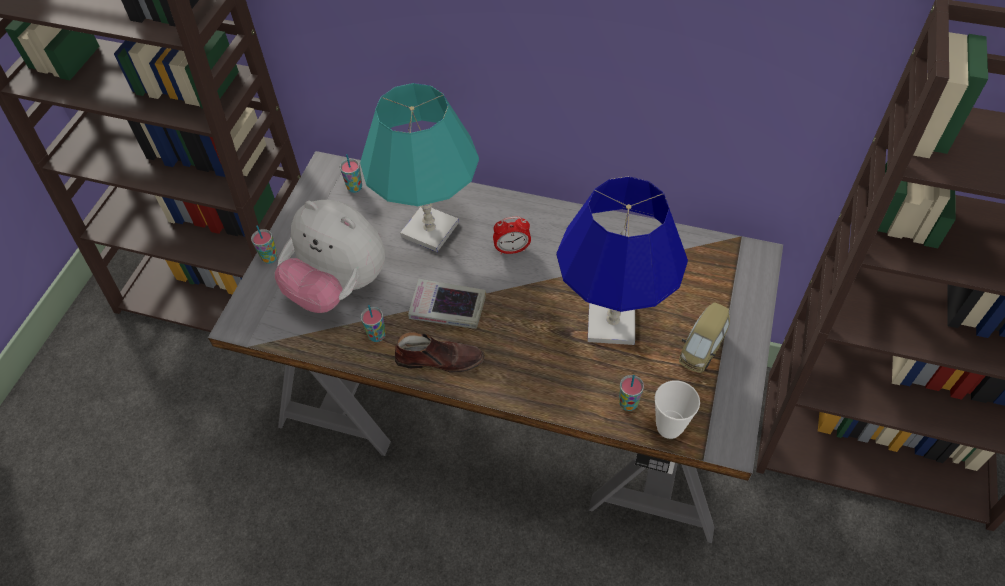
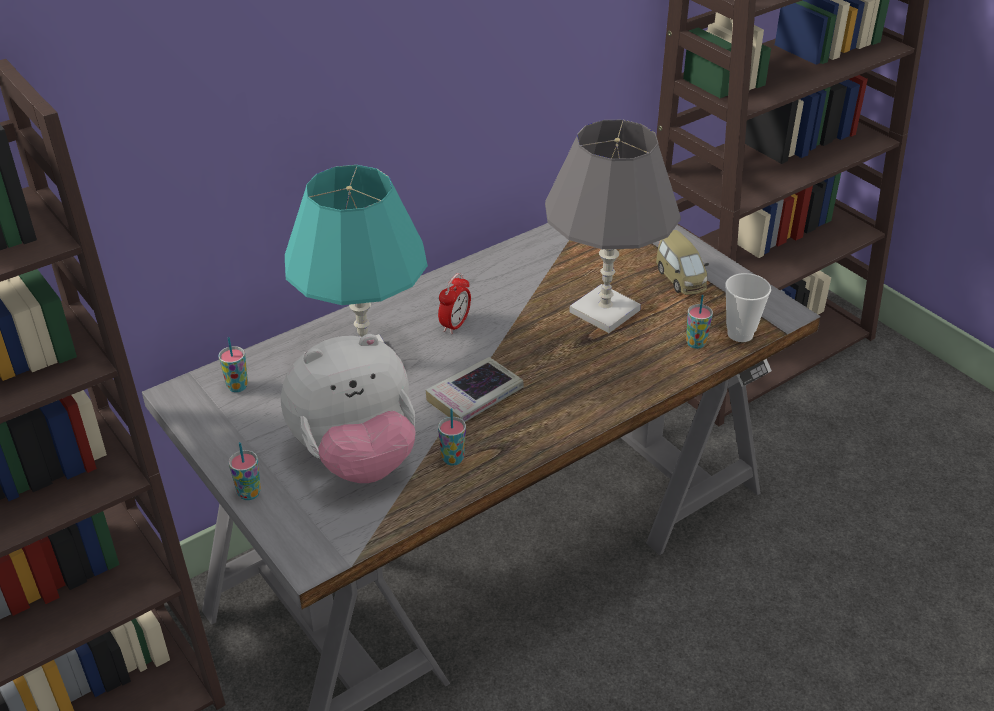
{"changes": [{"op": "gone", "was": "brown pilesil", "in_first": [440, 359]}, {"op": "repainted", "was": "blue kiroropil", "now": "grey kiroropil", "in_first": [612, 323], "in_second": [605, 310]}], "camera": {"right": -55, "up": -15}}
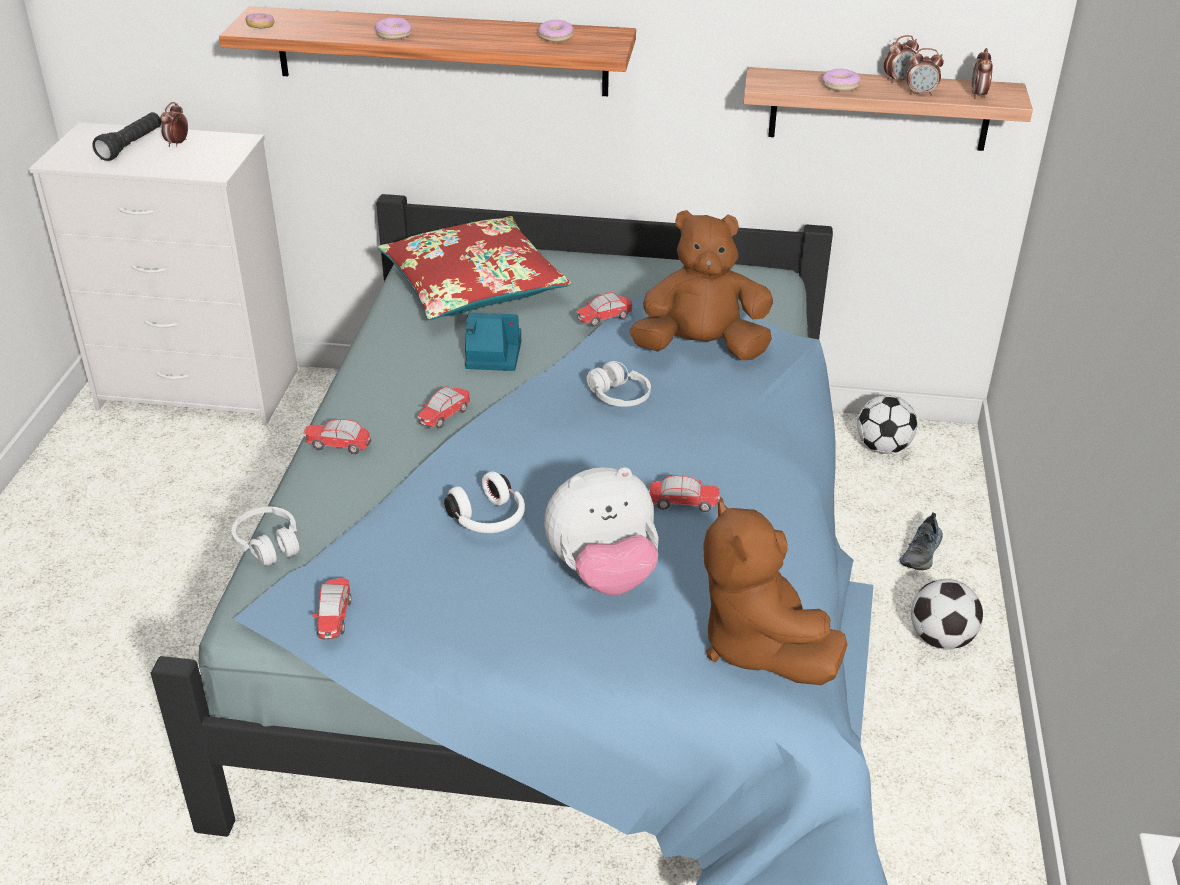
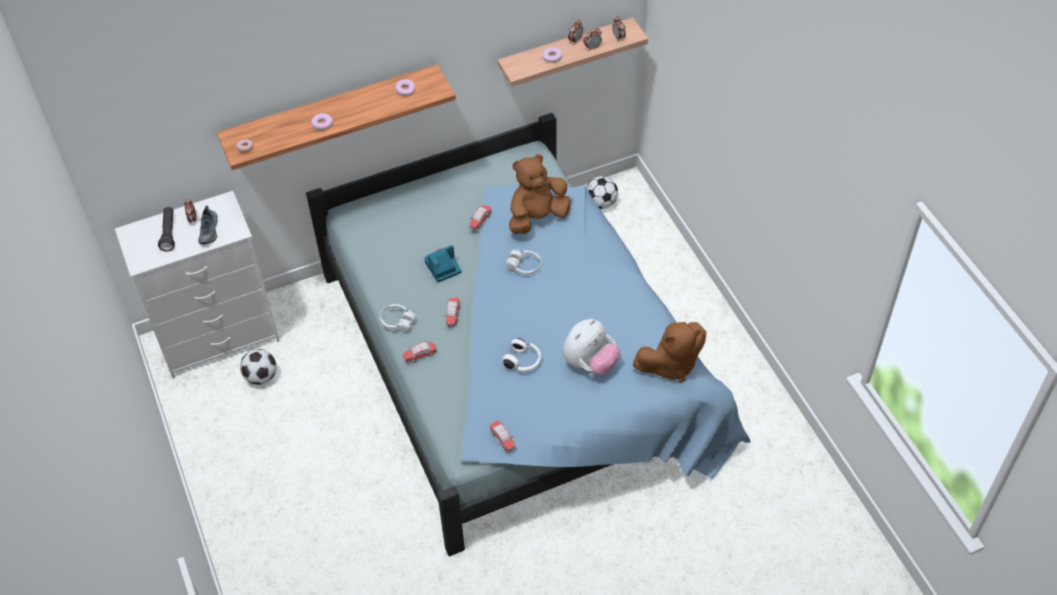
{"changes": [{"op": "gone", "was": "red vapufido", "in_first": [473, 286]}, {"op": "gone", "was": "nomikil", "in_first": [682, 504]}, {"op": "shifted", "was": "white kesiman", "in_first": [268, 544], "in_second": [398, 322]}, {"op": "shifted", "was": "pilesil", "in_first": [922, 553], "in_second": [209, 230]}, {"op": "shifted", "was": "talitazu", "in_first": [941, 638], "in_second": [261, 376]}, {"op": "rotated", "was": "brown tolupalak", "in_first": [758, 645], "in_second": [670, 364], "clockwise": -60}], "camera": {"right": -30, "up": 15}}
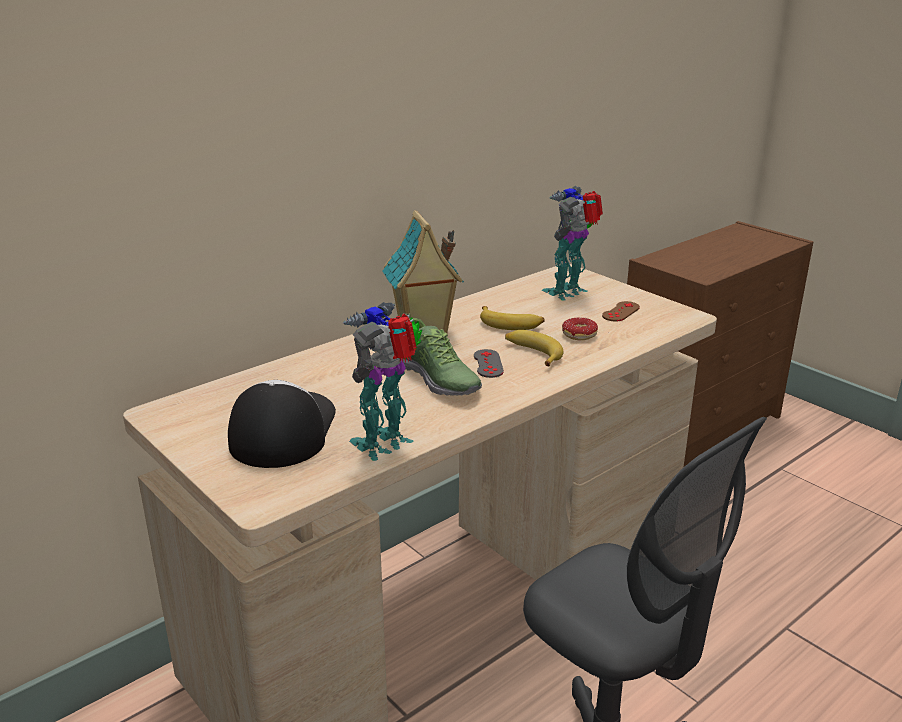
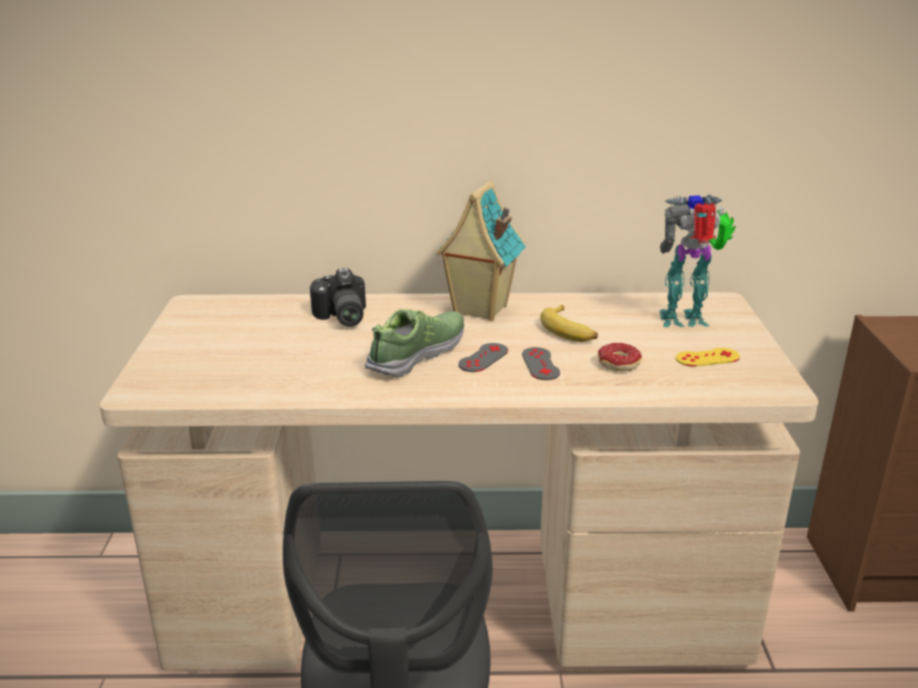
{"changes": [{"op": "gone", "was": "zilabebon", "in_first": [282, 430]}, {"op": "gone", "was": "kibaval", "in_first": [386, 444]}, {"op": "new", "now": "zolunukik", "in_second": [340, 317]}, {"op": "swapped", "was": "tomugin", "now": "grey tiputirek", "in_first": [532, 353], "in_second": [540, 364]}, {"op": "repainted", "was": "brown tiputirek", "now": "yellow tiputirek", "in_first": [620, 312], "in_second": [707, 358]}, {"op": "rotated", "was": "pilesil", "in_first": [438, 379], "in_second": [418, 354], "clockwise": -150}], "camera": {"right": 40, "up": 0}}
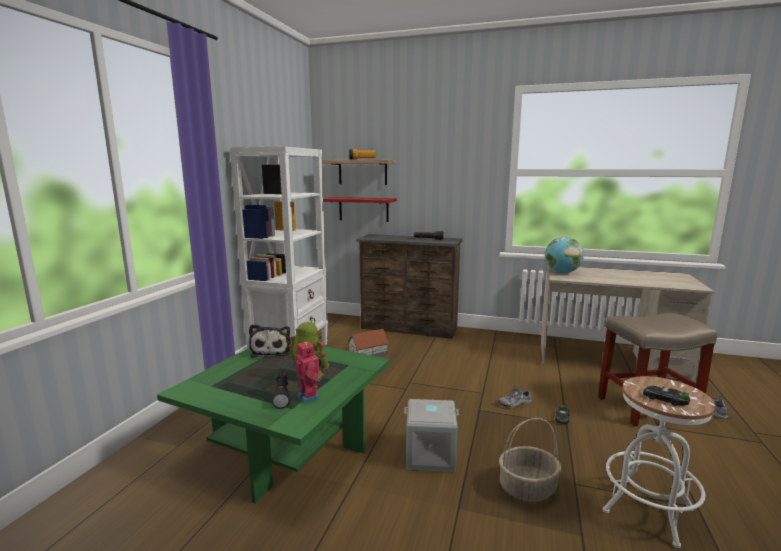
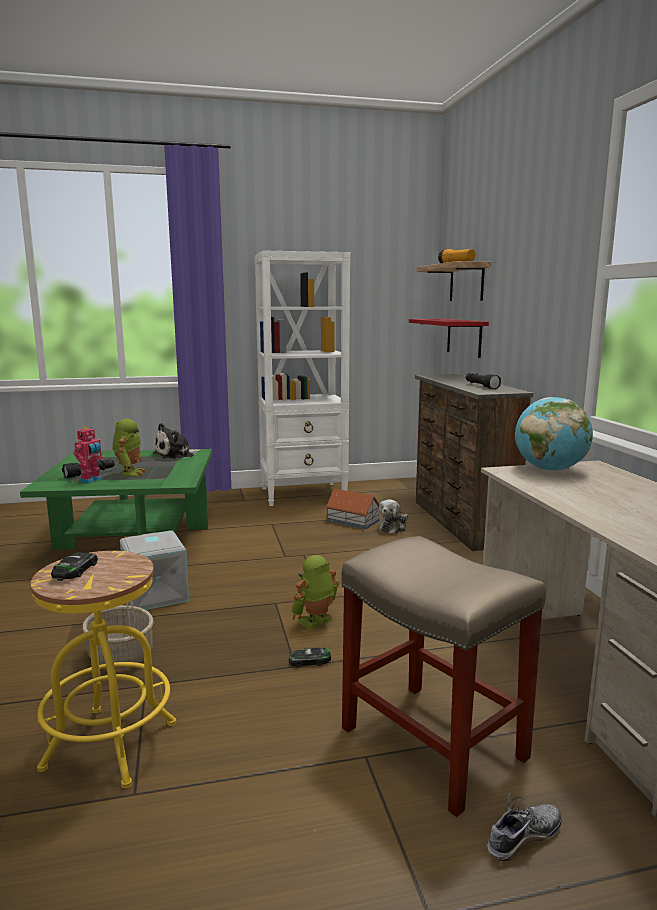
{"changes": [{"op": "new", "now": "tolupalak", "in_second": [394, 527]}, {"op": "swapped", "was": "pilesil", "now": "kibaval", "in_first": [514, 403], "in_second": [316, 622]}, {"op": "repainted", "was": "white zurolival", "now": "yellow zurolival", "in_first": [647, 510], "in_second": [110, 745]}], "camera": {"right": 60, "up": 0}}
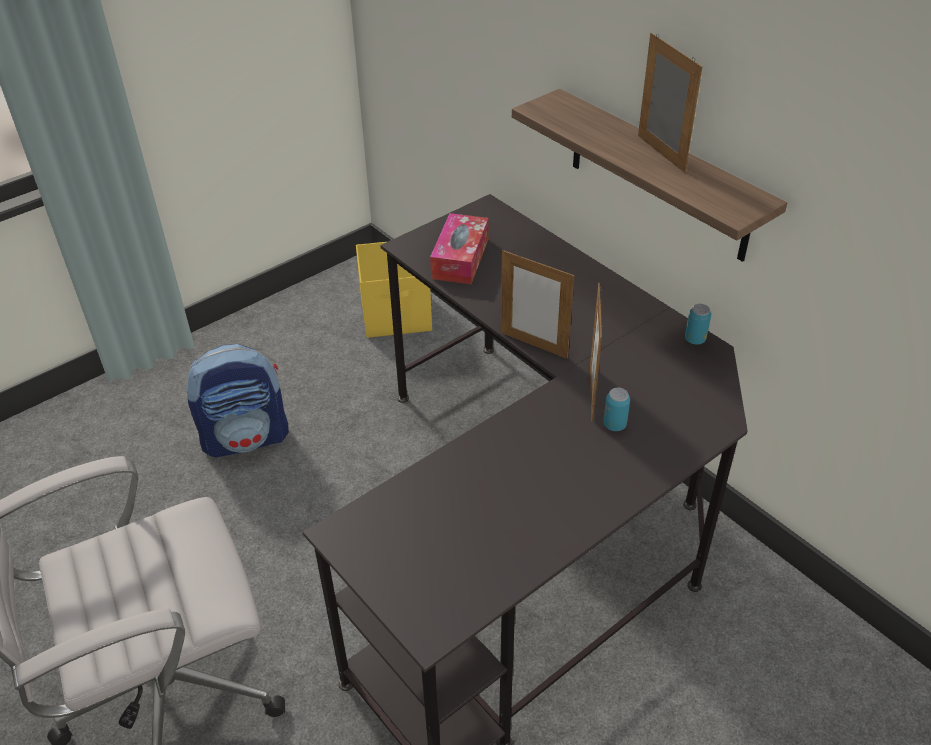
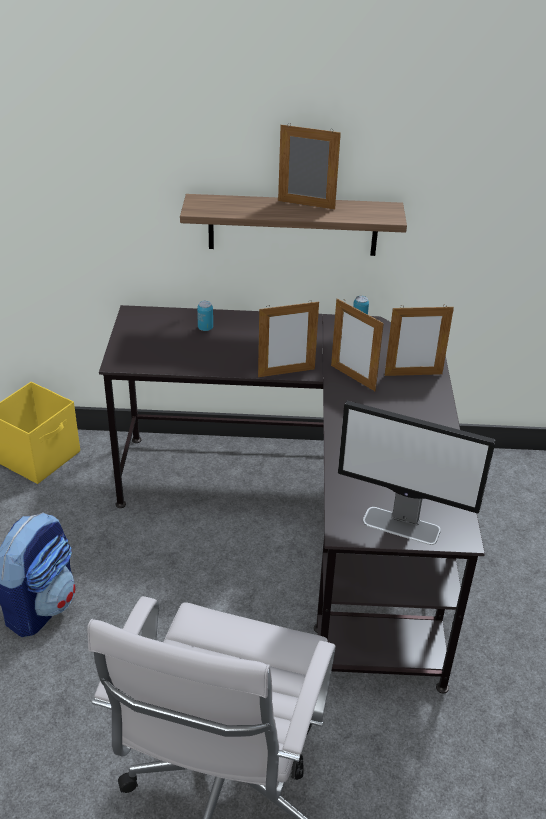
{"changes": [{"op": "gone", "was": "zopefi", "in_first": [460, 258]}, {"op": "new", "now": "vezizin", "in_second": [402, 526]}, {"op": "new", "now": "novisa", "in_second": [413, 374]}, {"op": "shifted", "was": "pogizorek", "in_first": [614, 425], "in_second": [205, 328]}], "camera": {"right": -50, "up": -5}}
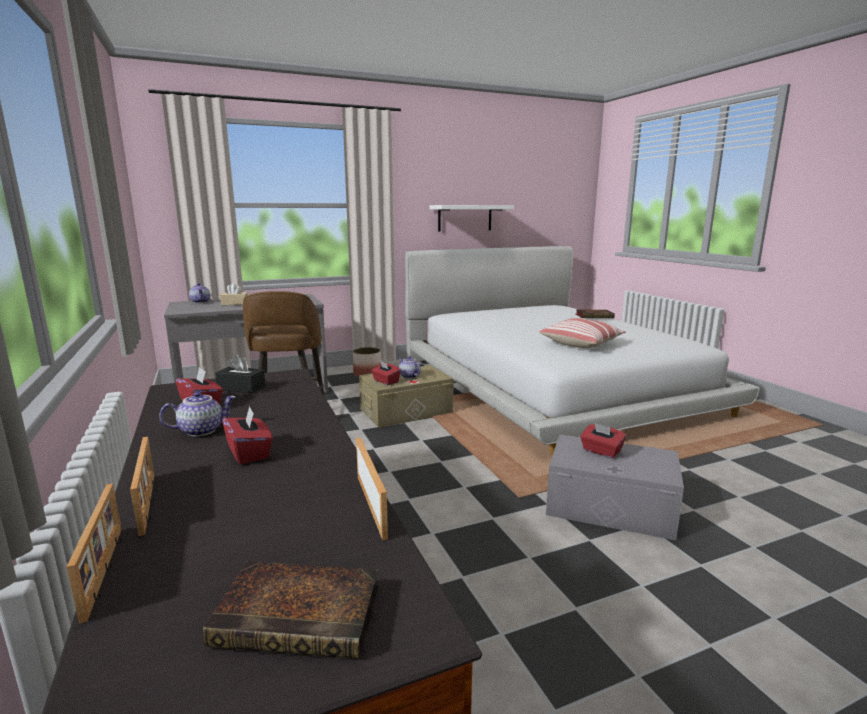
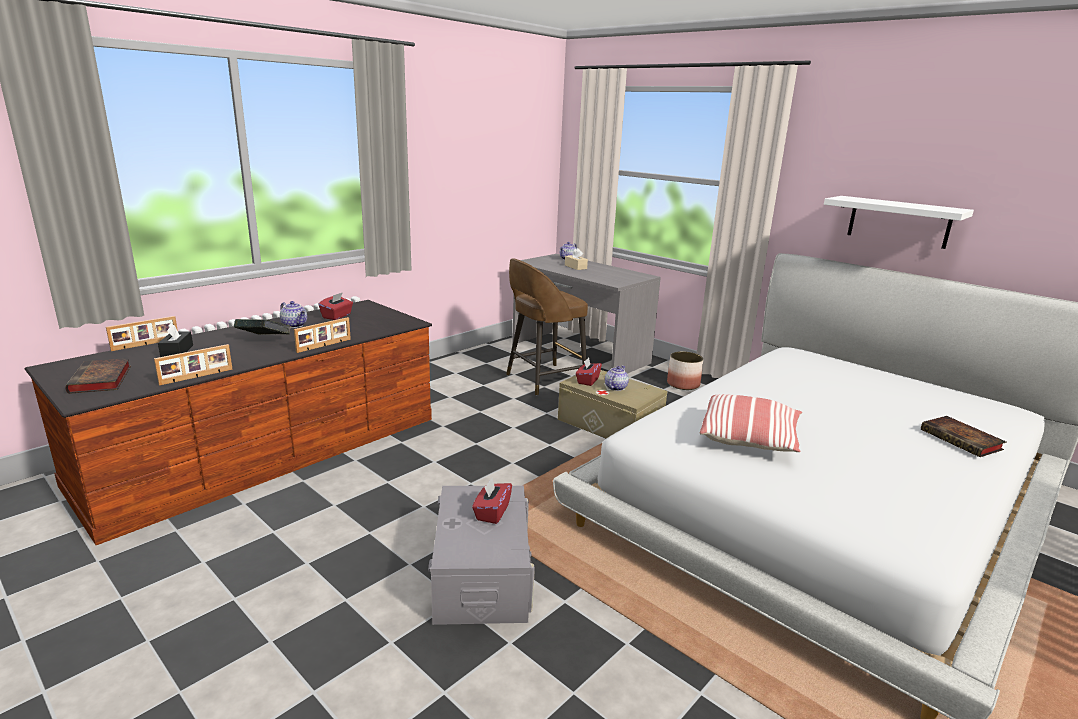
{"changes": [{"op": "shifted", "was": "novisa", "in_first": [149, 502], "in_second": [324, 346]}, {"op": "shifted", "was": "black zopefi", "in_first": [241, 388], "in_second": [177, 351]}, {"op": "swapped", "was": "red zopefi", "now": "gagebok", "in_first": [249, 452], "in_second": [264, 341]}], "camera": {"right": 65, "up": 5}}
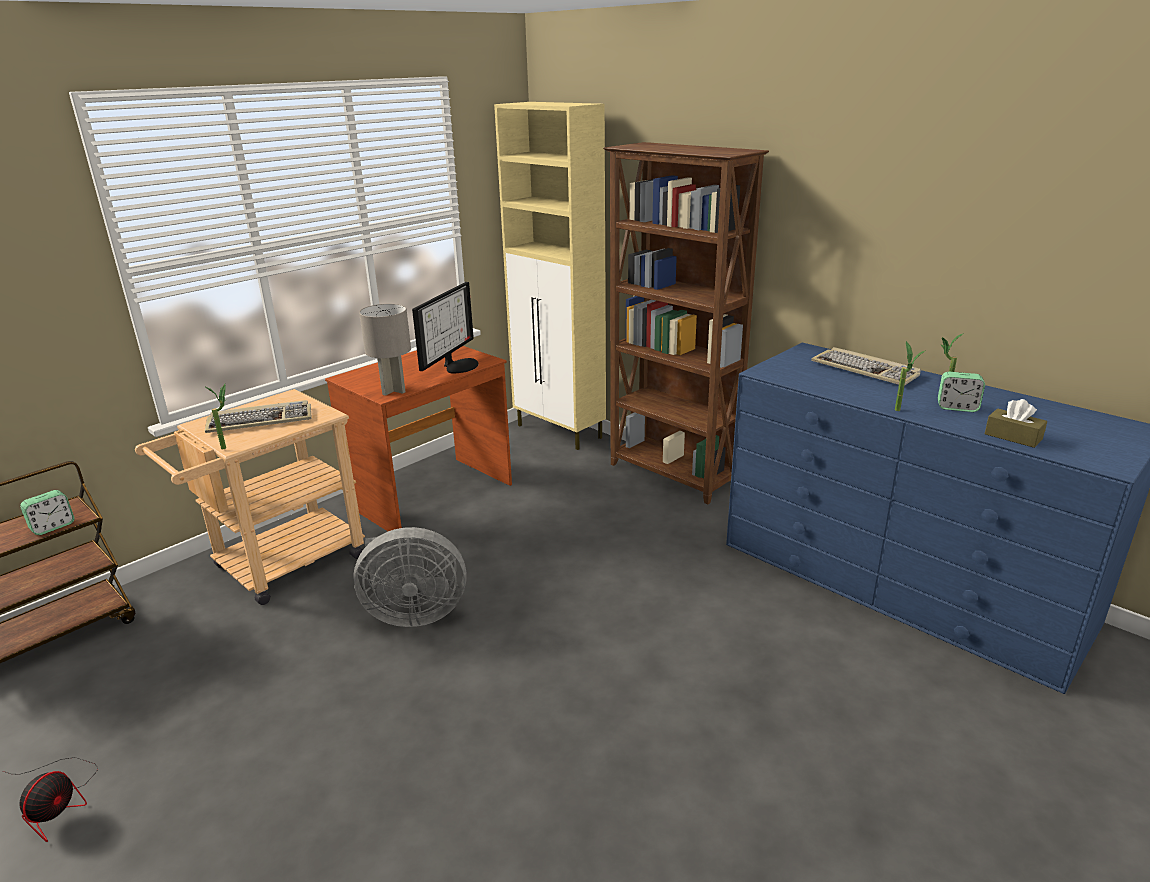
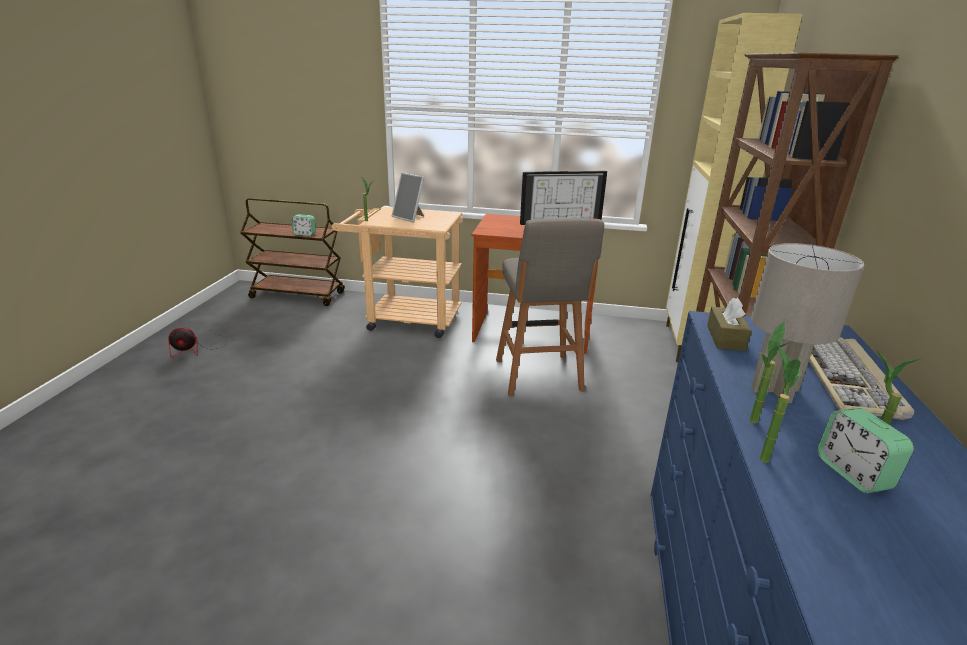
{"changes": [{"op": "gone", "was": "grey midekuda", "in_first": [413, 613]}, {"op": "new", "now": "grey zurolival", "in_second": [539, 377]}, {"op": "new", "now": "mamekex", "in_second": [762, 454]}, {"op": "shifted", "was": "grey kiroropil", "in_first": [393, 390], "in_second": [774, 390]}, {"op": "shifted", "was": "brown zopefi", "in_first": [1013, 437], "in_second": [725, 338]}, {"op": "swapped", "was": "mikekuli", "now": "novisa", "in_first": [261, 420], "in_second": [410, 218]}], "camera": {"right": 55, "up": 0}}
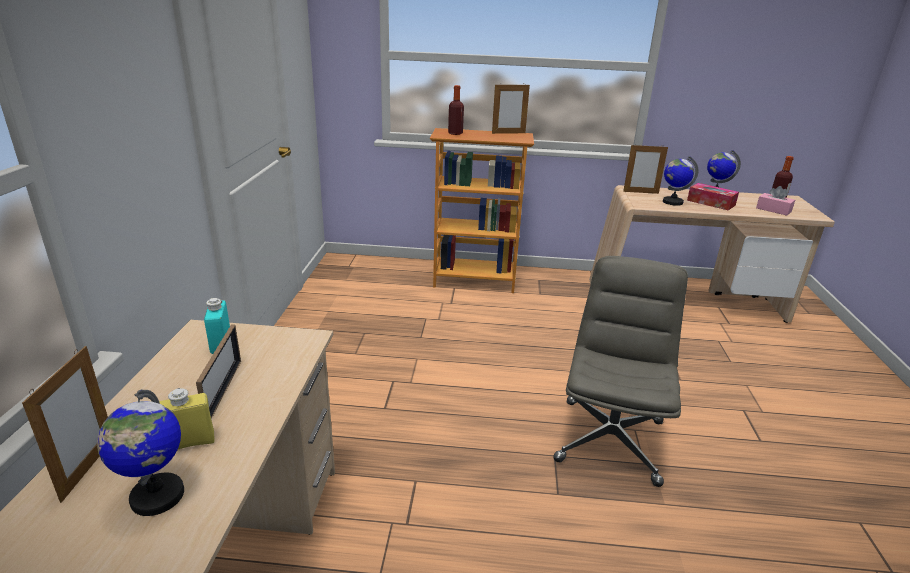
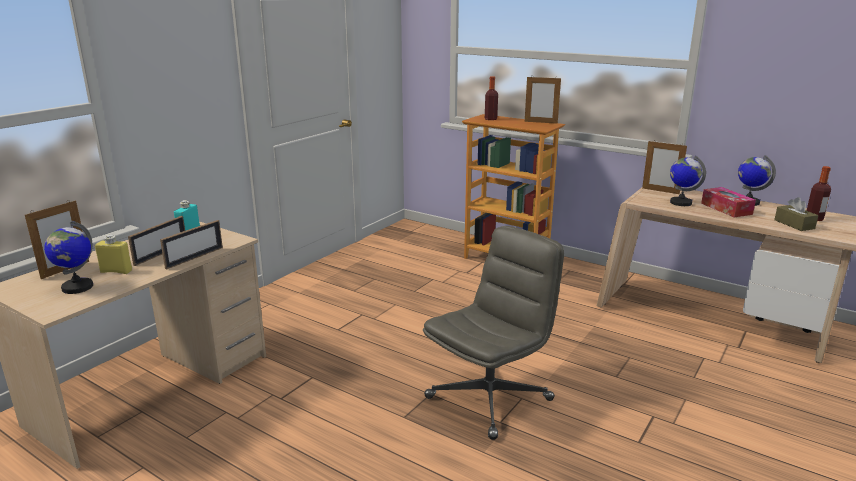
{"changes": [{"op": "new", "now": "novisa", "in_second": [194, 258]}, {"op": "repainted", "was": "pink zopefi", "now": "brown zopefi", "in_first": [773, 210], "in_second": [794, 224]}], "camera": {"right": 30, "up": -5}}
